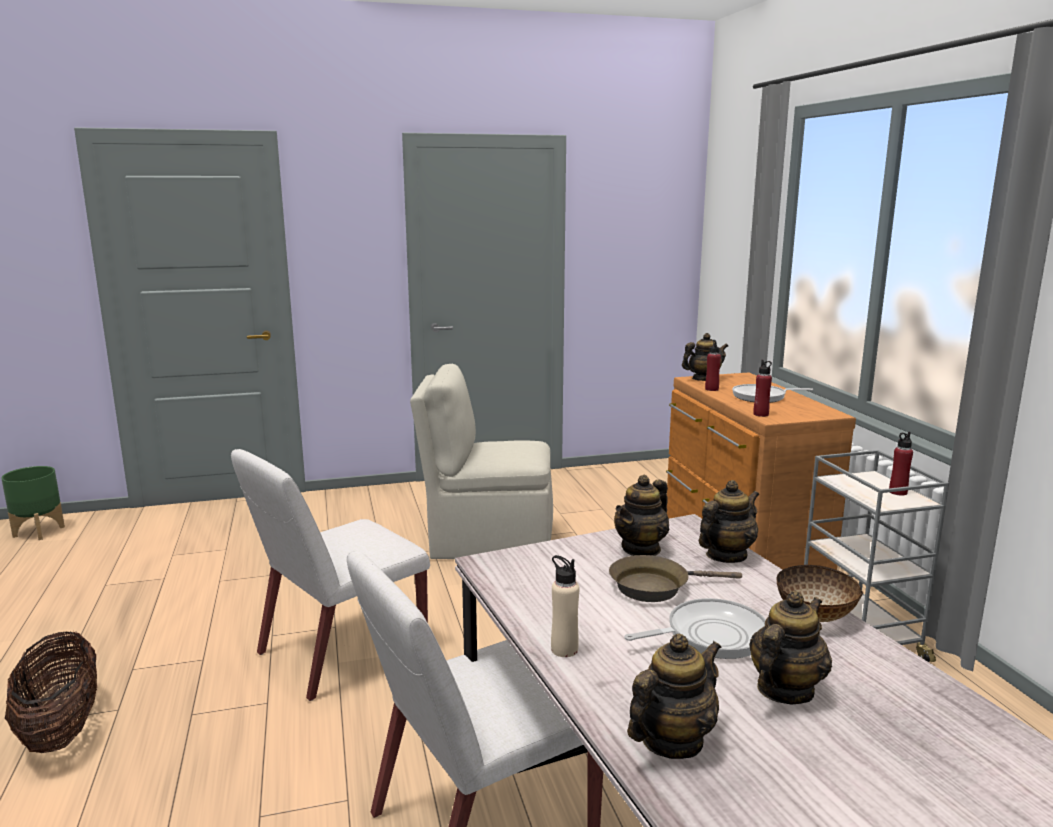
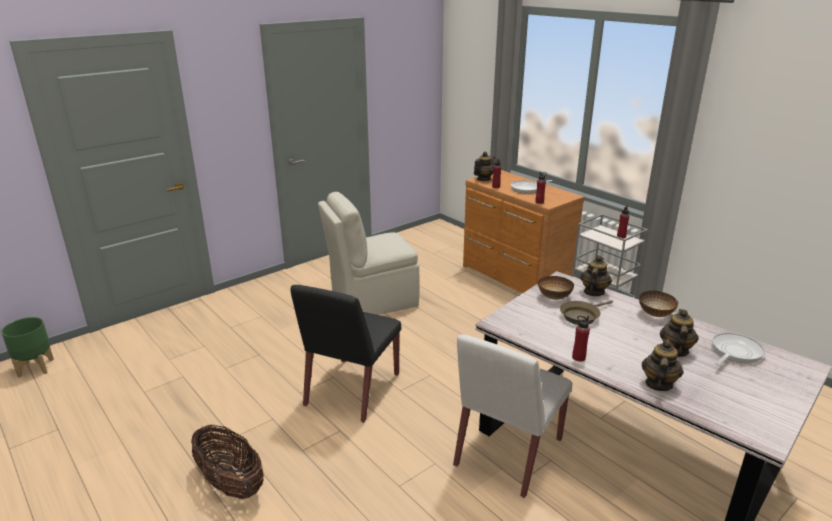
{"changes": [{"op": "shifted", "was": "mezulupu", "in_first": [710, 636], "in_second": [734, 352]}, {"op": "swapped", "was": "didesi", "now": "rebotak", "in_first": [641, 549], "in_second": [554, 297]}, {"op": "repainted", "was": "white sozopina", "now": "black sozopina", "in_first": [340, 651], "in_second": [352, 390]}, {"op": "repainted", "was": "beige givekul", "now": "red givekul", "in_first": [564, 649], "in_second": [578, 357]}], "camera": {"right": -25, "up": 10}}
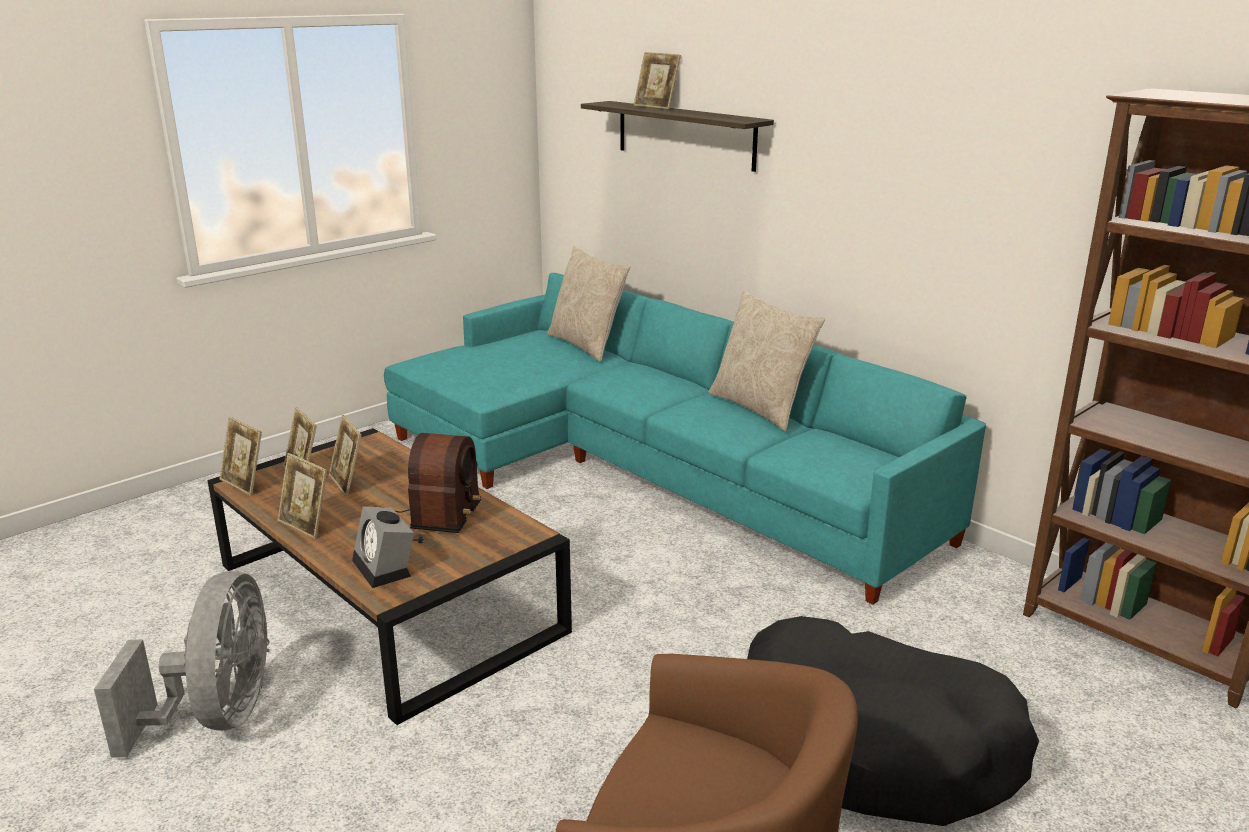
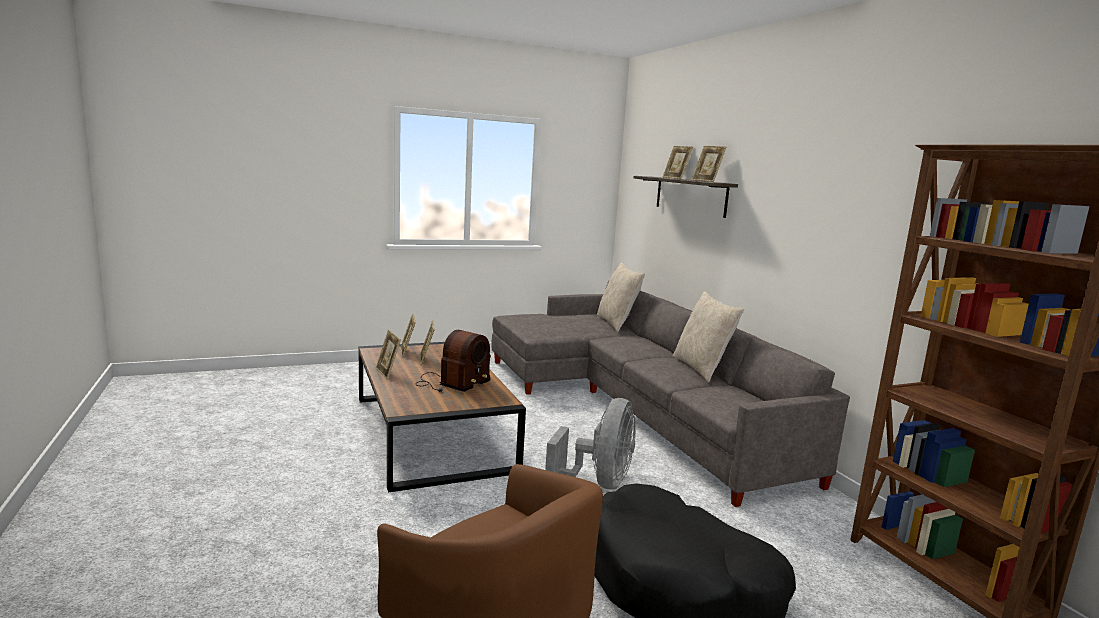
{"changes": [{"op": "gone", "was": "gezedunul", "in_first": [385, 568]}, {"op": "shifted", "was": "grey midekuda", "in_first": [218, 716], "in_second": [599, 483]}, {"op": "shifted", "was": "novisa", "in_first": [244, 484], "in_second": [706, 181]}, {"op": "repainted", "was": "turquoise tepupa", "now": "grey tepupa", "in_first": [647, 467], "in_second": [633, 403]}], "camera": {"right": 20, "up": -10}}
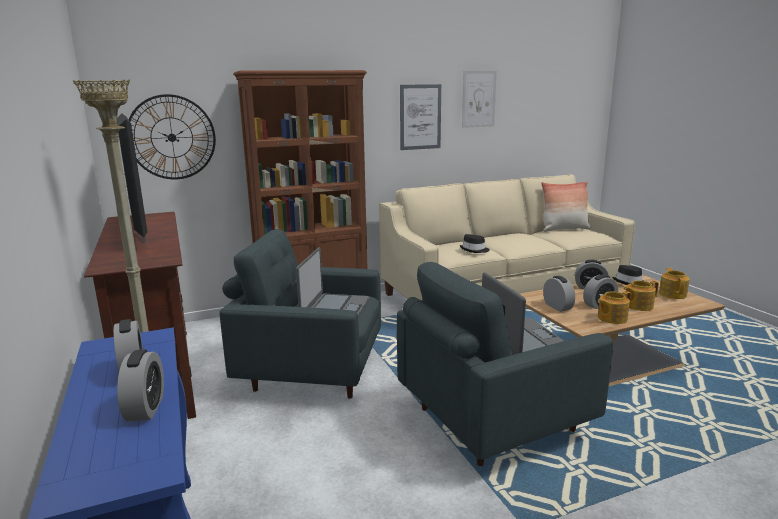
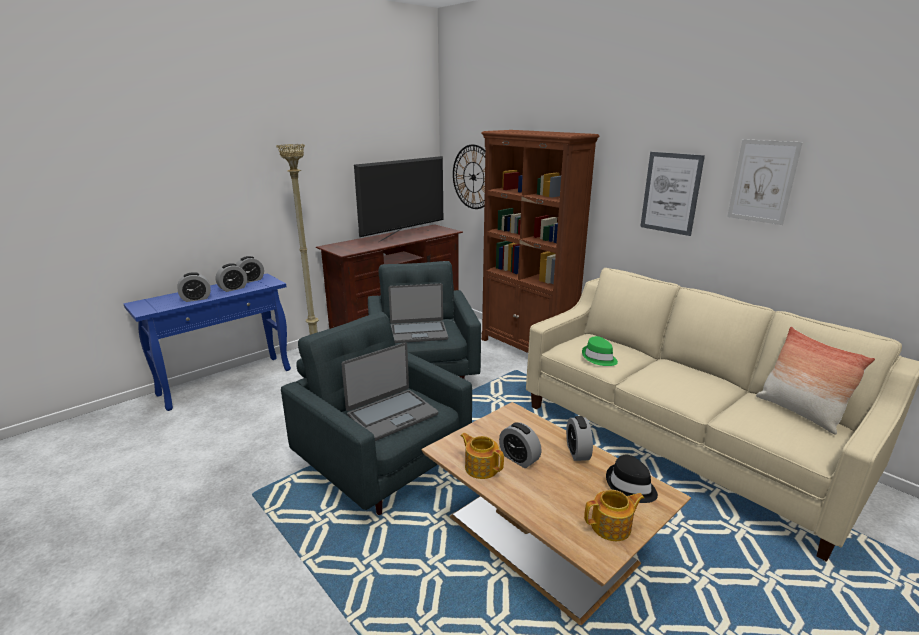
{"changes": [{"op": "gone", "was": "didesi", "in_first": [638, 306]}, {"op": "shifted", "was": "gezedunul", "in_first": [557, 307], "in_second": [250, 280]}, {"op": "repainted", "was": "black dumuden", "now": "green dumuden", "in_first": [474, 250], "in_second": [599, 358]}], "camera": {"right": 70, "up": 5}}
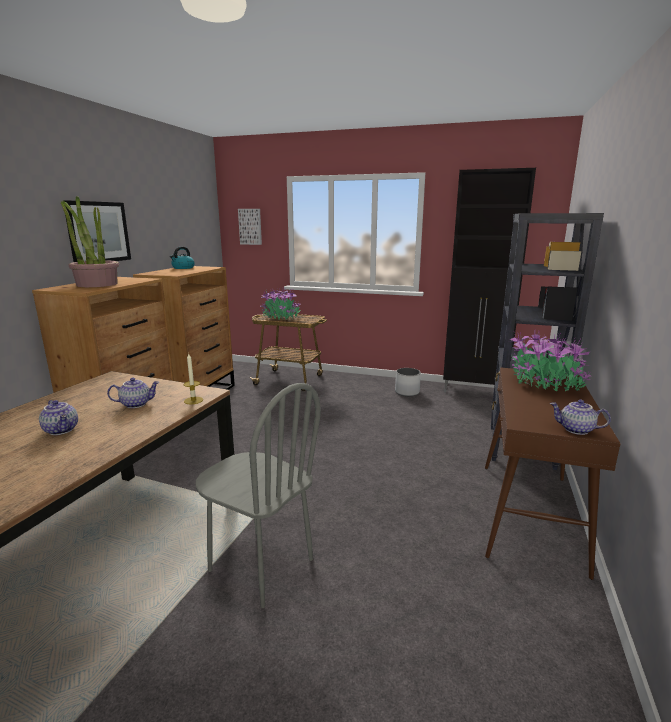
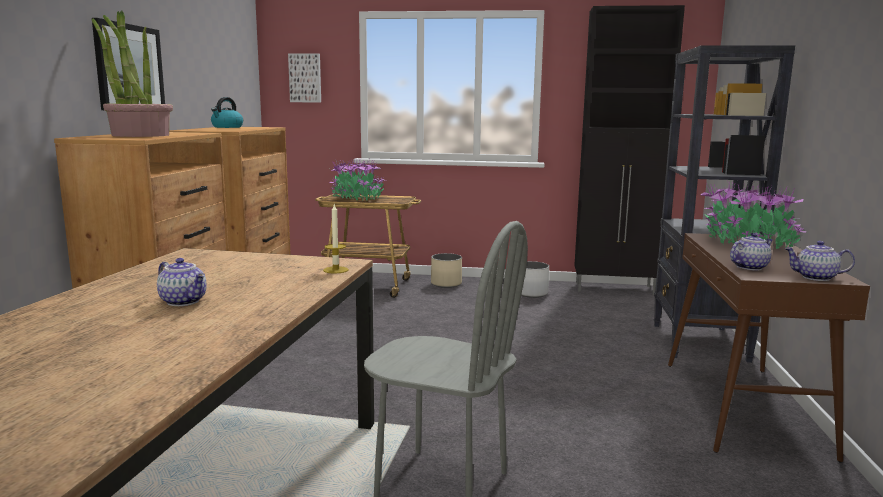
{"changes": [{"op": "new", "now": "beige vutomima", "in_second": [446, 284]}, {"op": "shifted", "was": "didesi", "in_first": [136, 404], "in_second": [748, 267]}], "camera": {"right": -10, "up": -5}}
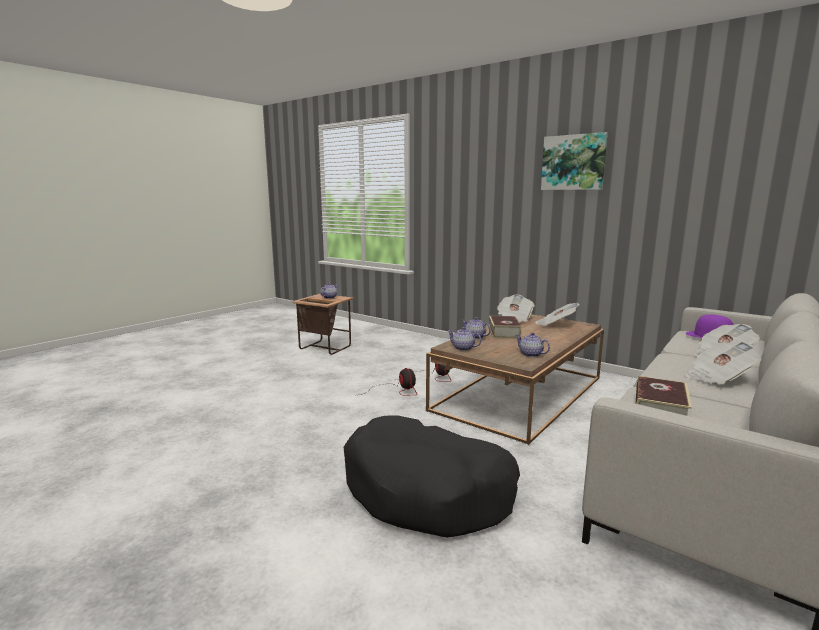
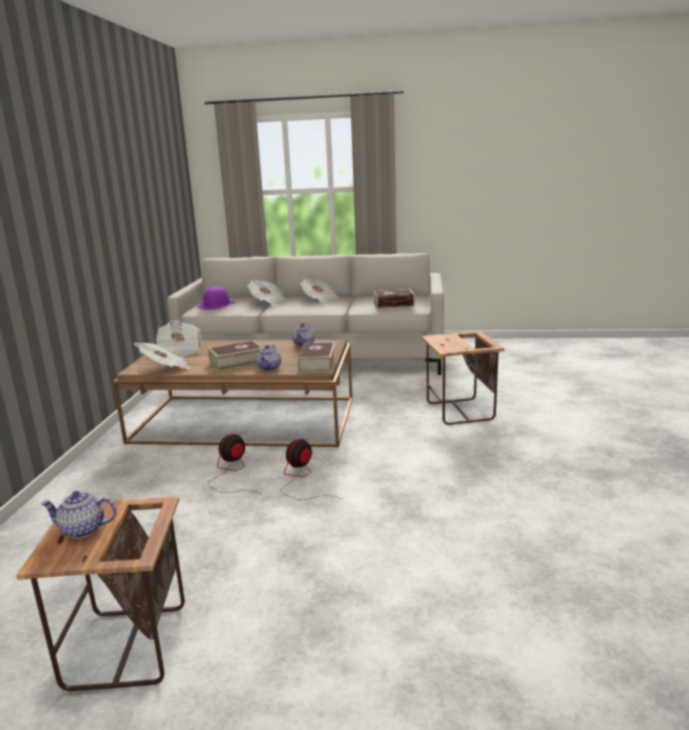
{"changes": [{"op": "gone", "was": "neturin", "in_first": [573, 162]}, {"op": "swapped", "was": "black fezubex", "now": "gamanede", "in_first": [428, 491], "in_second": [460, 412]}, {"op": "swapped", "was": "didesi", "now": "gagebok", "in_first": [463, 348], "in_second": [317, 364]}], "camera": {"right": -120, "up": 5}}
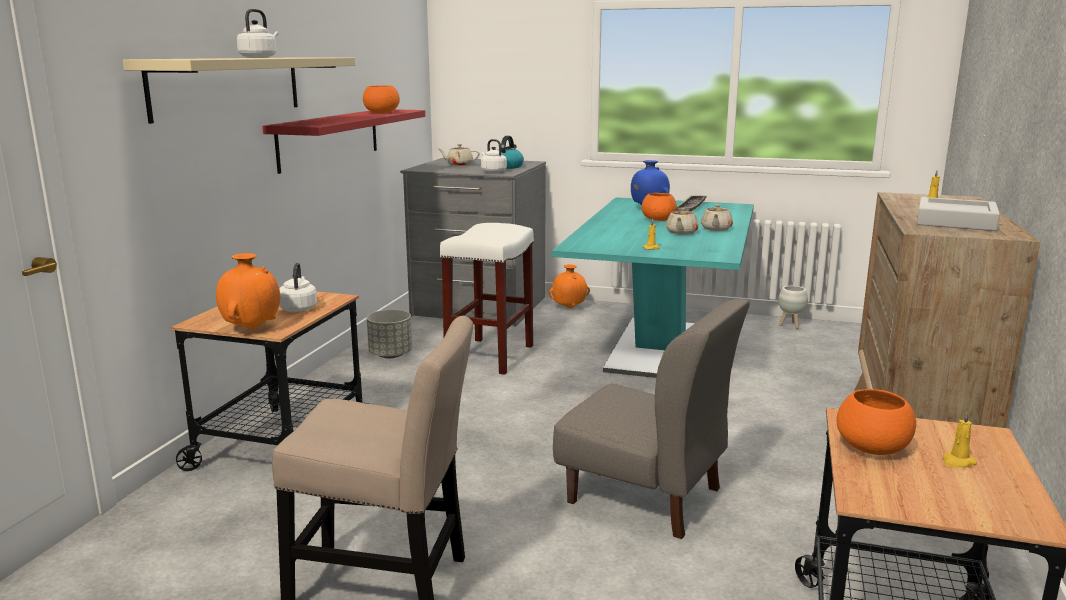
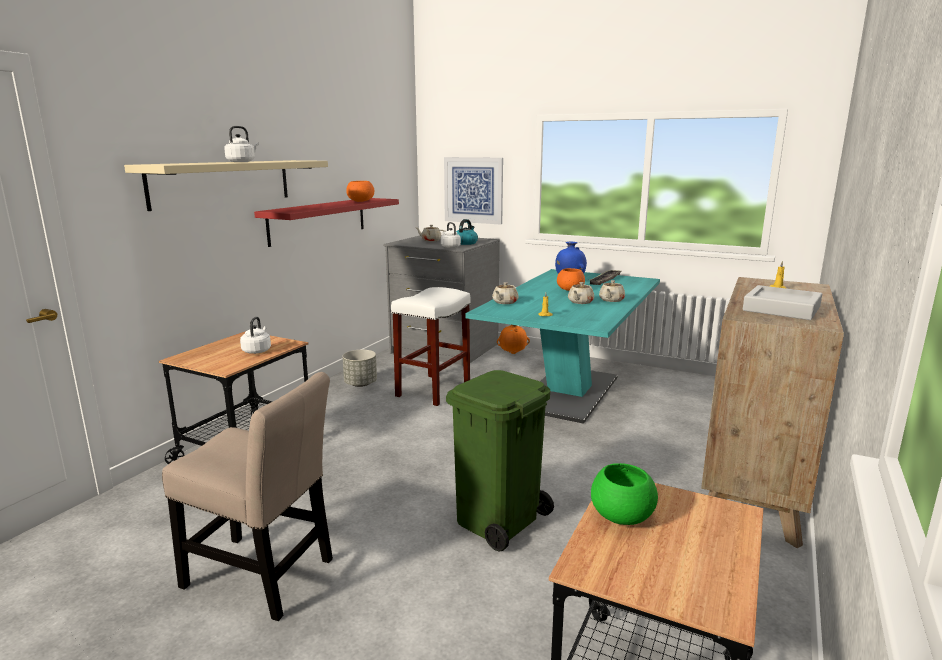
{"changes": [{"op": "gone", "was": "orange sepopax", "in_first": [252, 328]}, {"op": "gone", "was": "white vutomima", "in_first": [790, 325]}, {"op": "gone", "was": "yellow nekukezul", "in_first": [957, 462]}, {"op": "new", "now": "neturin", "in_second": [473, 190]}, {"op": "new", "now": "beige didesi", "in_second": [504, 302]}, {"op": "swapped", "was": "grey sozopina", "now": "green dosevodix", "in_first": [645, 495], "in_second": [498, 520]}, {"op": "repainted", "was": "orange rebotak", "now": "green rebotak", "in_first": [872, 448], "in_second": [621, 516]}], "camera": {"right": 10, "up": 0}}
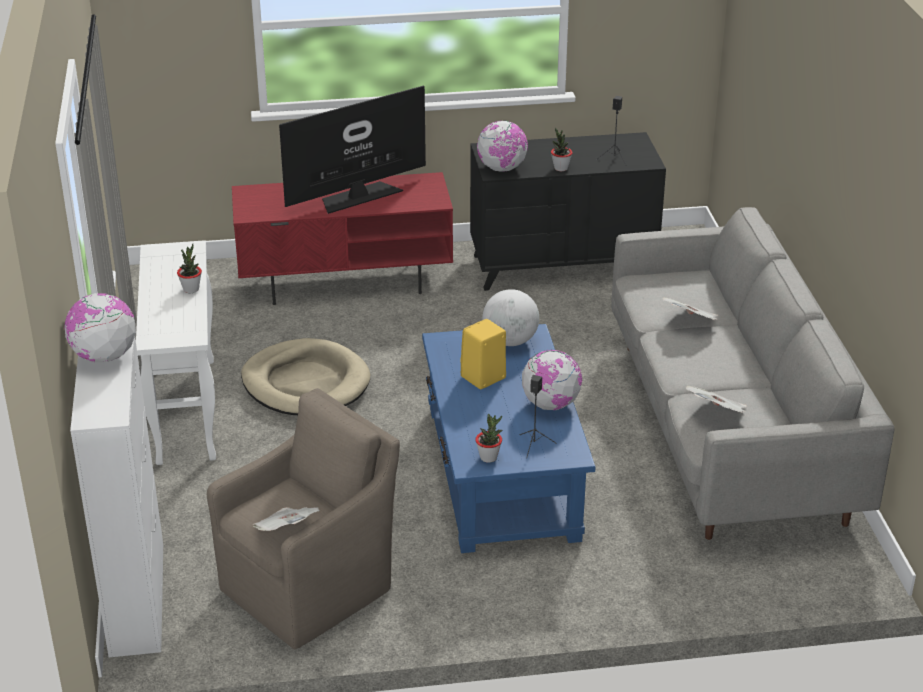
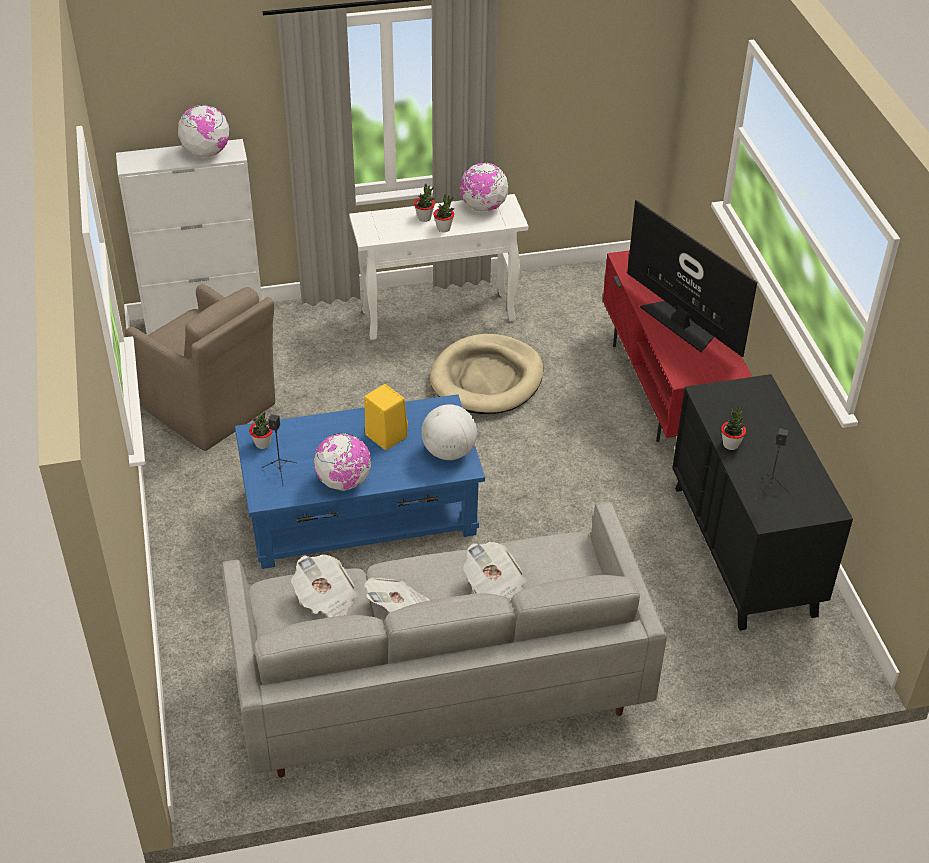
{"changes": [{"op": "new", "now": "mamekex", "in_second": [424, 218]}, {"op": "shifted", "was": "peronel", "in_first": [286, 531], "in_second": [398, 608]}, {"op": "shifted", "was": "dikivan", "in_first": [502, 169], "in_second": [483, 207]}], "camera": {"right": 85, "up": 10}}
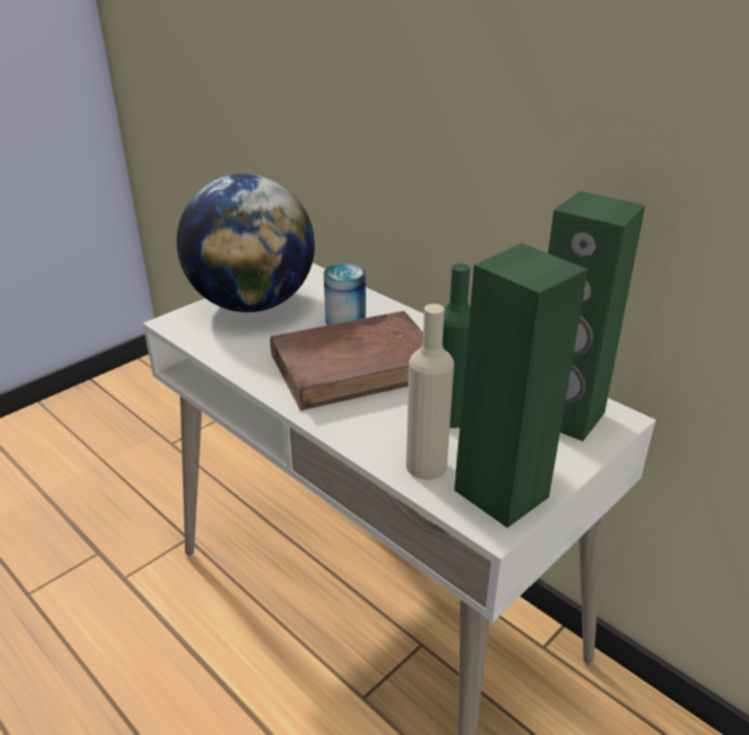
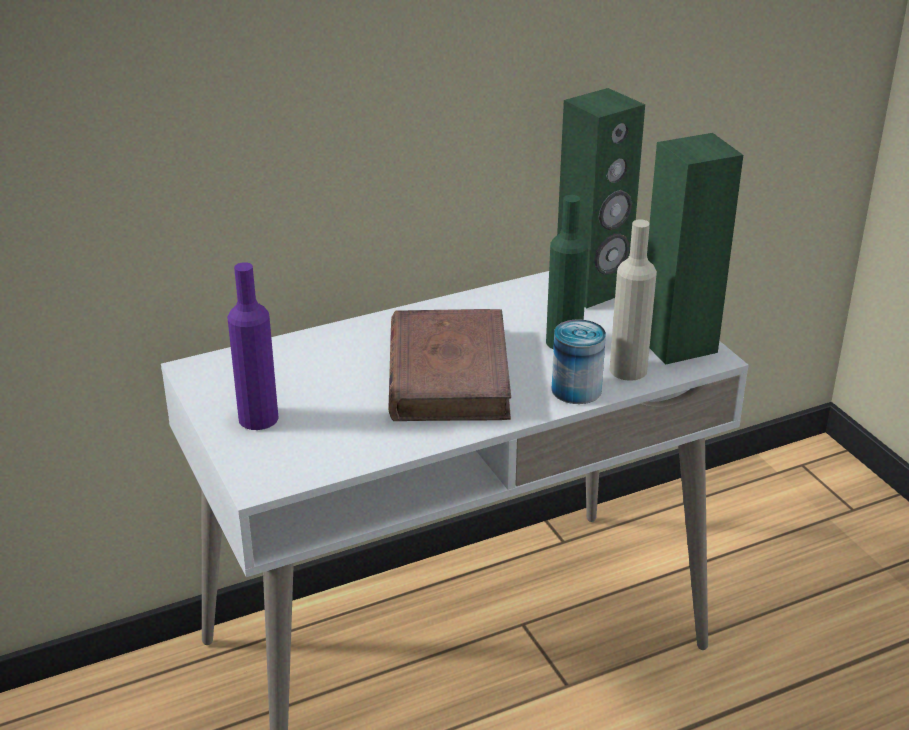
{"changes": [{"op": "shifted", "was": "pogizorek", "in_first": [345, 321], "in_second": [576, 389]}, {"op": "swapped", "was": "dikivan", "now": "purple givekul", "in_first": [252, 304], "in_second": [258, 418]}], "camera": {"right": -70, "up": 0}}
